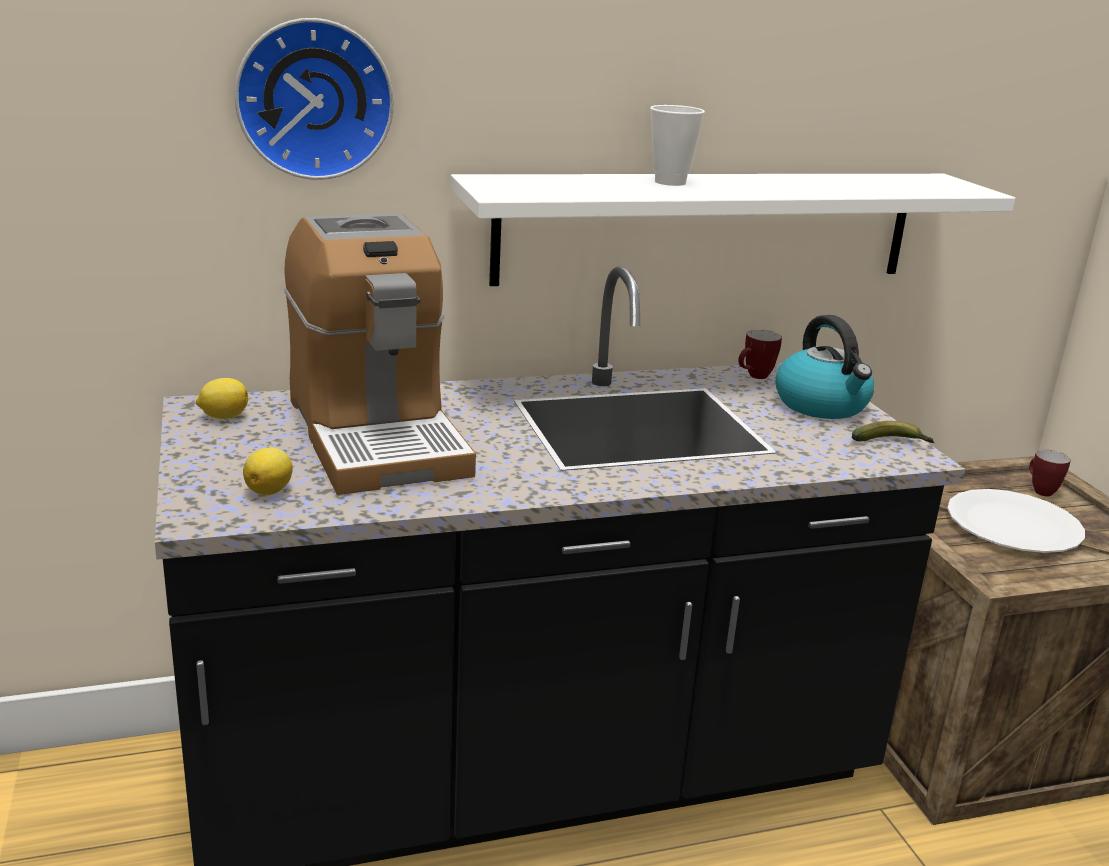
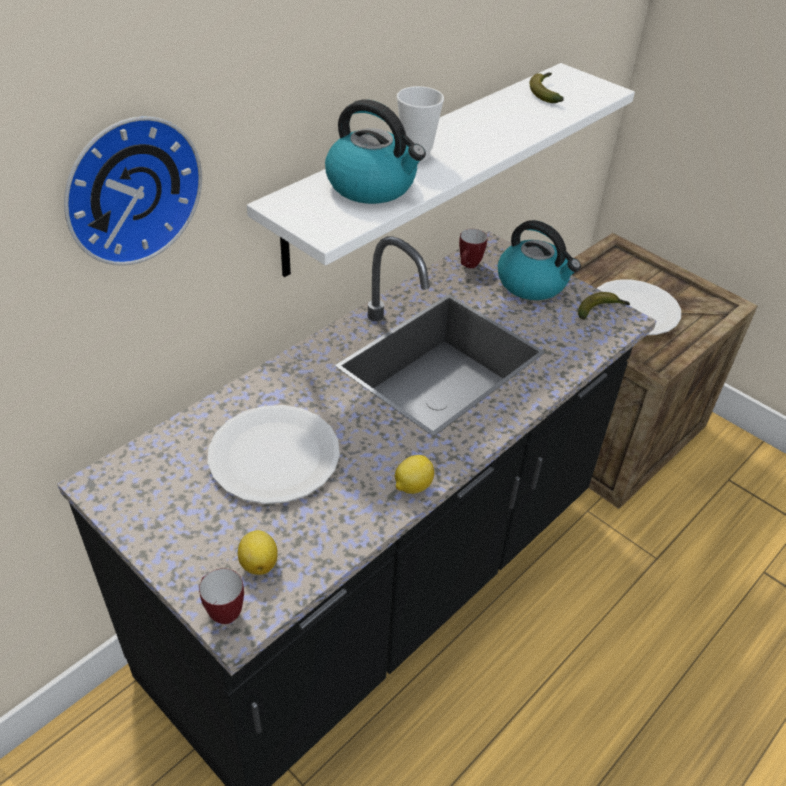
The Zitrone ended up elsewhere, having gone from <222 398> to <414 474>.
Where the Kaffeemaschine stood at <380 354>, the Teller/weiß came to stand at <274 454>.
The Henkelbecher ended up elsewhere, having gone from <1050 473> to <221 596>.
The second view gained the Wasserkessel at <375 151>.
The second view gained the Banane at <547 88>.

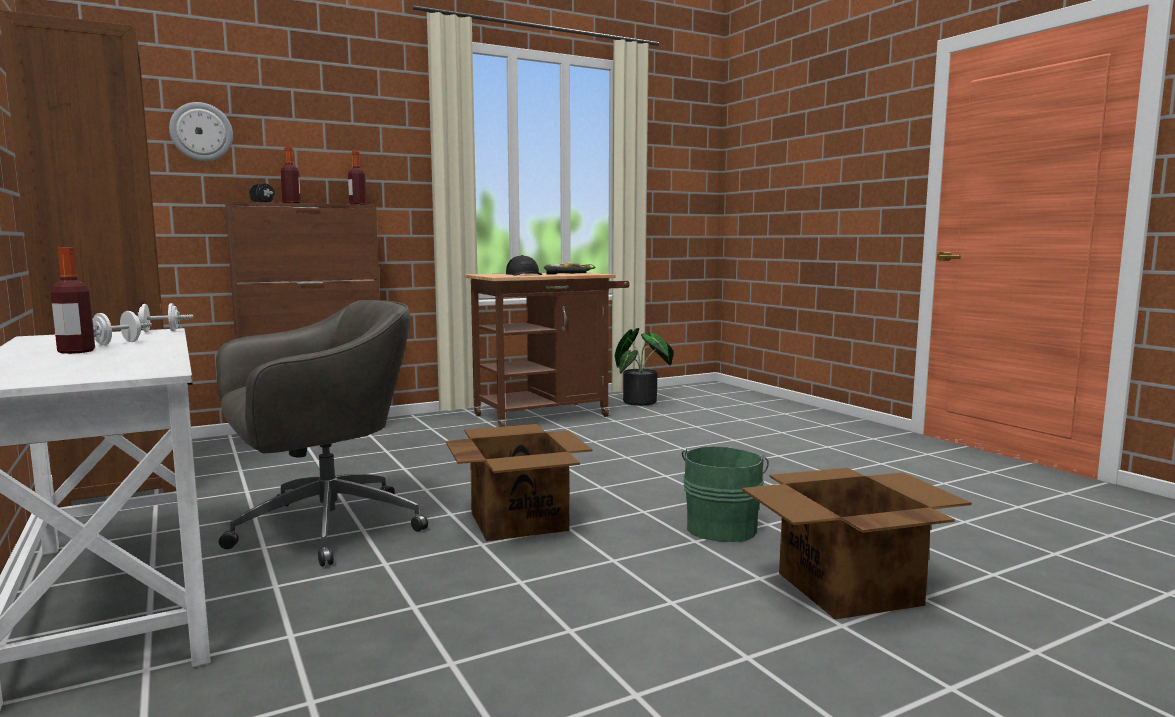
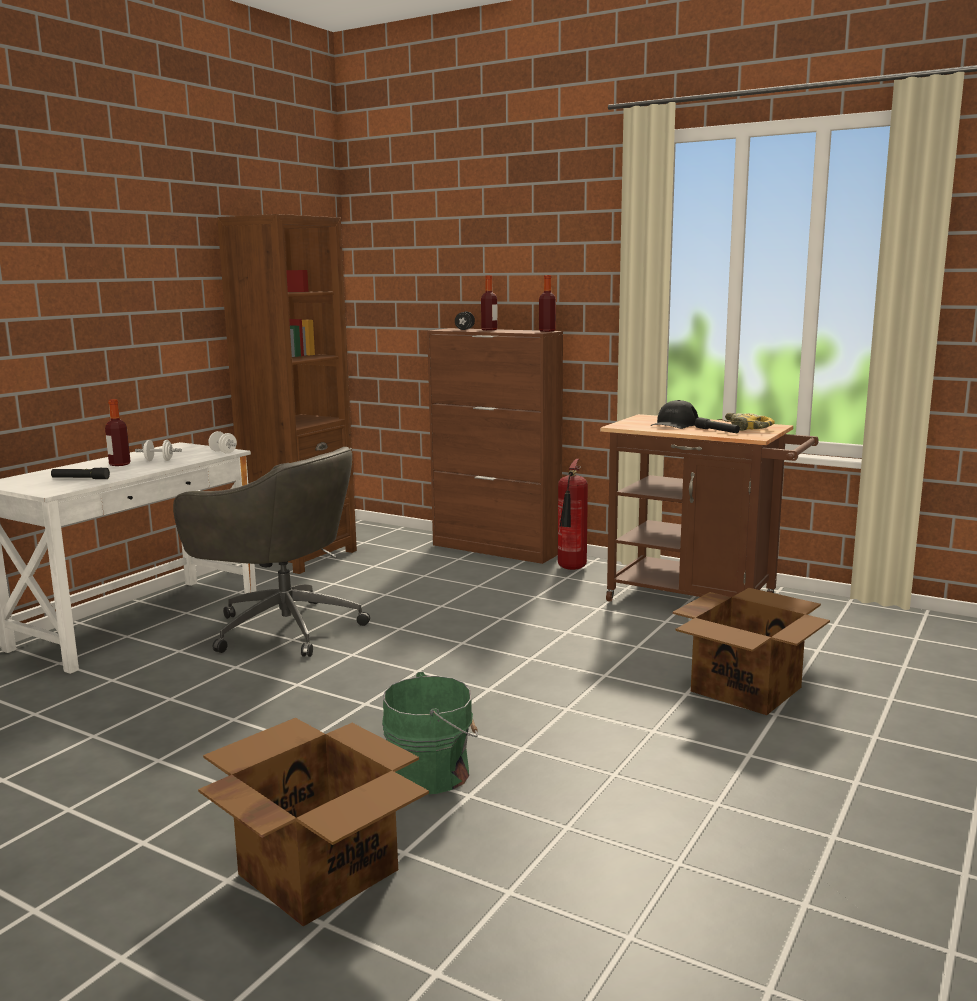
The second view lost the Wanduhr at <201 131>.
The Karton ended up elsewhere, having gone from <519 482> to <751 651>.
The second view lost the Topfpflanze at <644 367>.
The second view gained the Taschenlampe/schwarz at <80 473>.
The second view gained the Feuerlöscher at <573 514>.

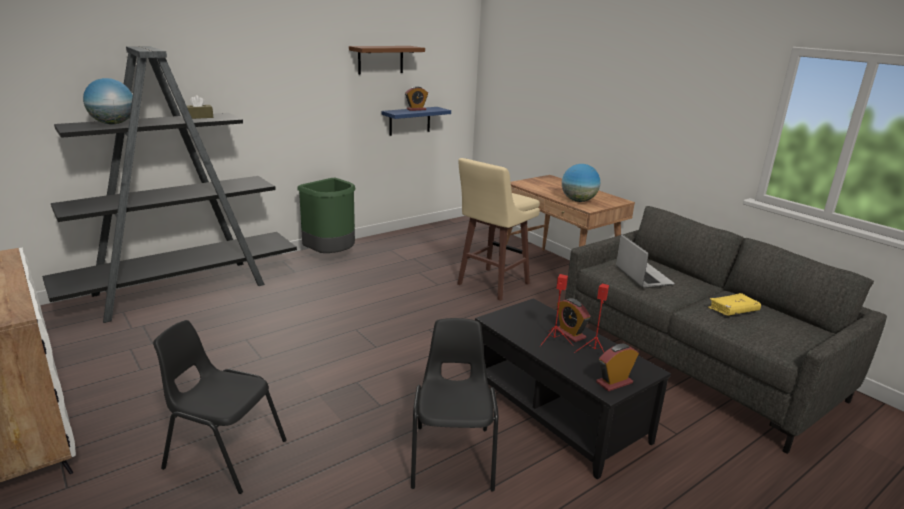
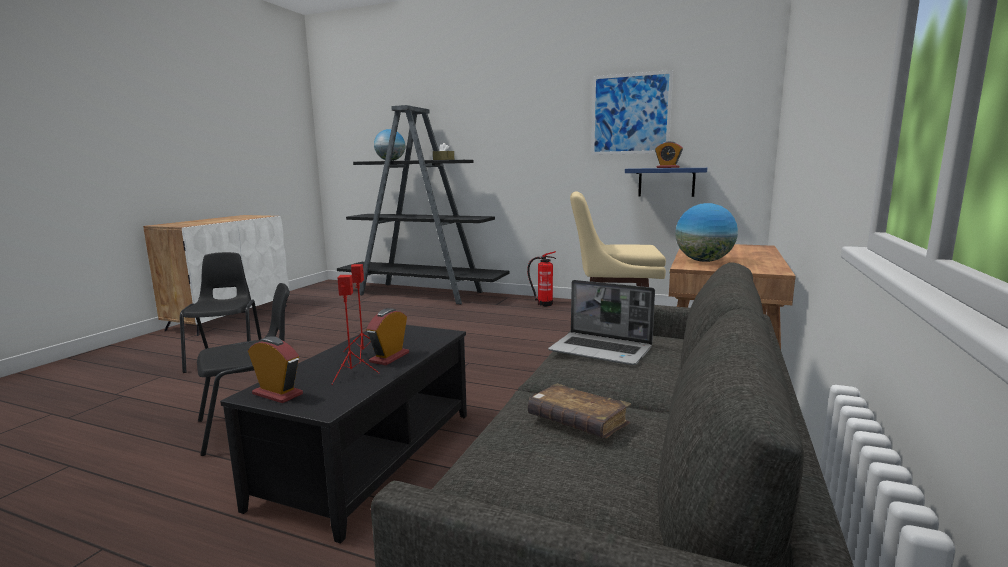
Where the Mülleimer/grün stood at <326 215>, the Feuerlöscher came to stand at <541 278>.
Where the Wandregal/braun hung at <387 60>, the Bild came to hang at <632 112>.
The Laptop at <645 261> ended up facing another way, 75 degrees clockwise from before.
What was the Buch/gelb at <734 304> turned into the Buch/braun at <579 411>.

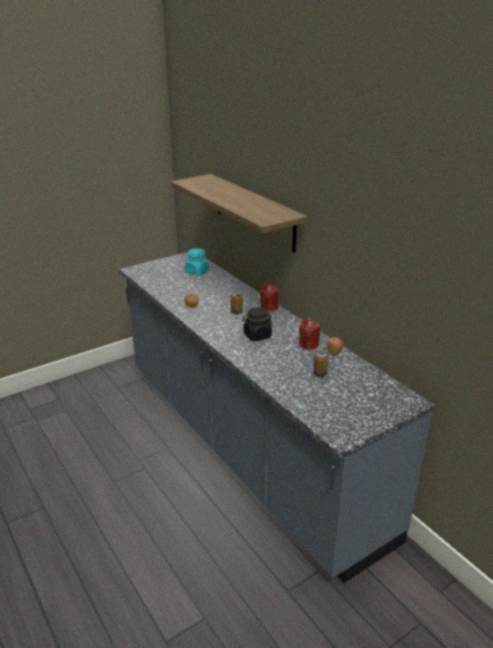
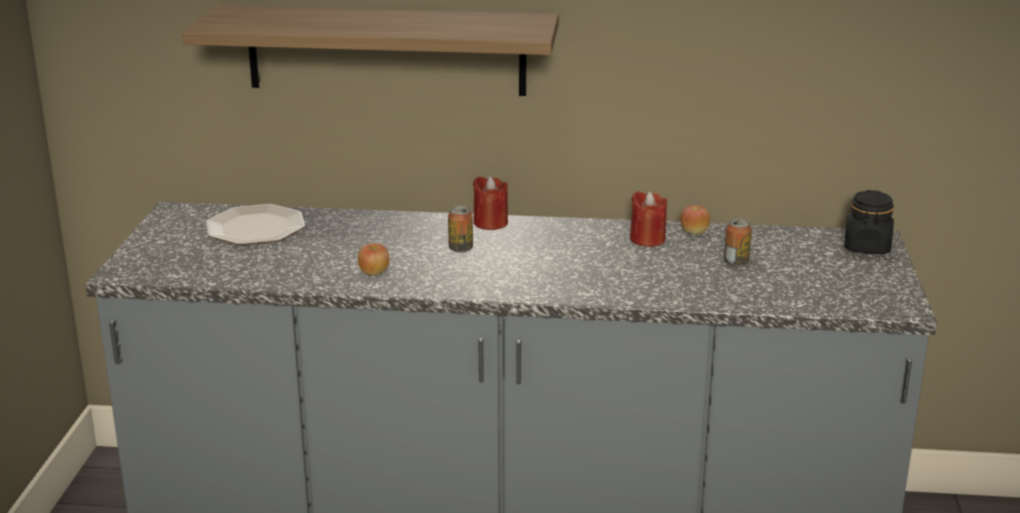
Where the Vorratsglas/türkis stood at <197 262>, the Teller came to stand at <255 224>.
The Vorratsglas/schwarz ended up elsewhere, having gone from <257 324> to <869 222>.

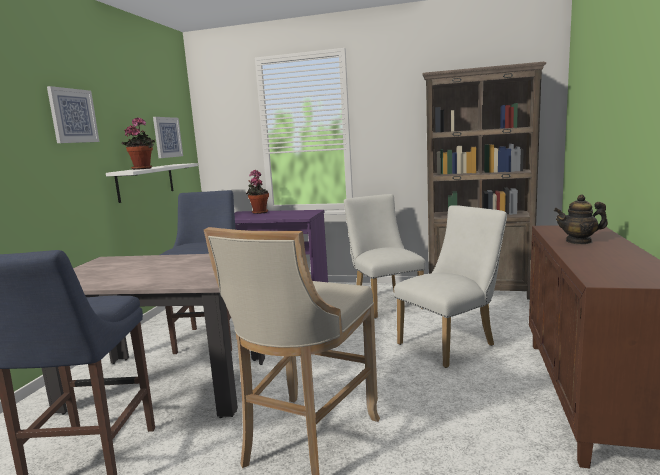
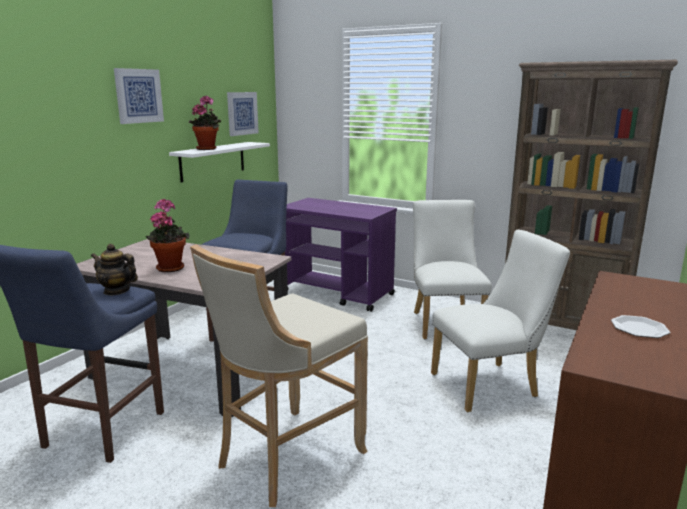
The Topfpflanze ended up elsewhere, having gone from <257 192> to <167 235>.
The Teekanne ended up elsewhere, having gone from <581 219> to <114 269>.
The second view gained the Teller at <640 326>.

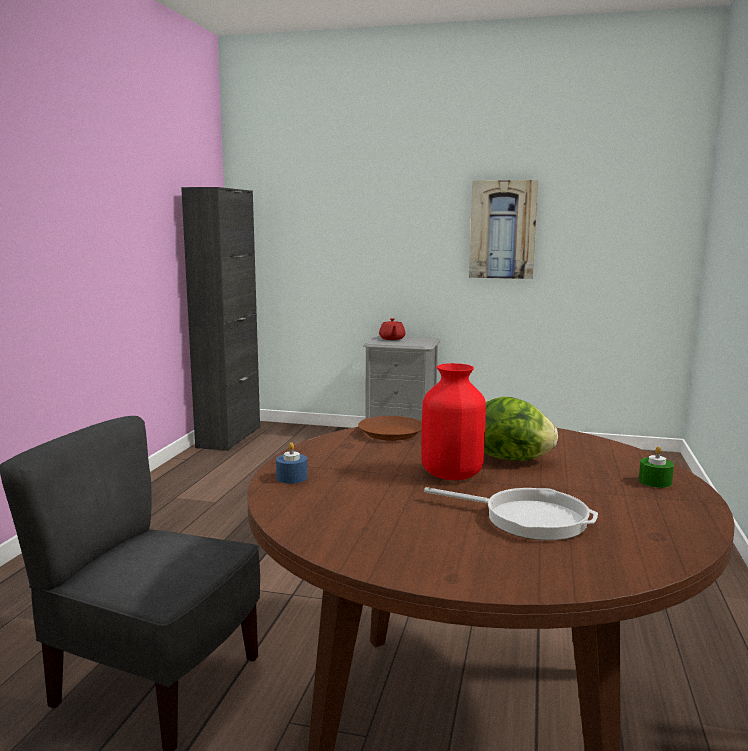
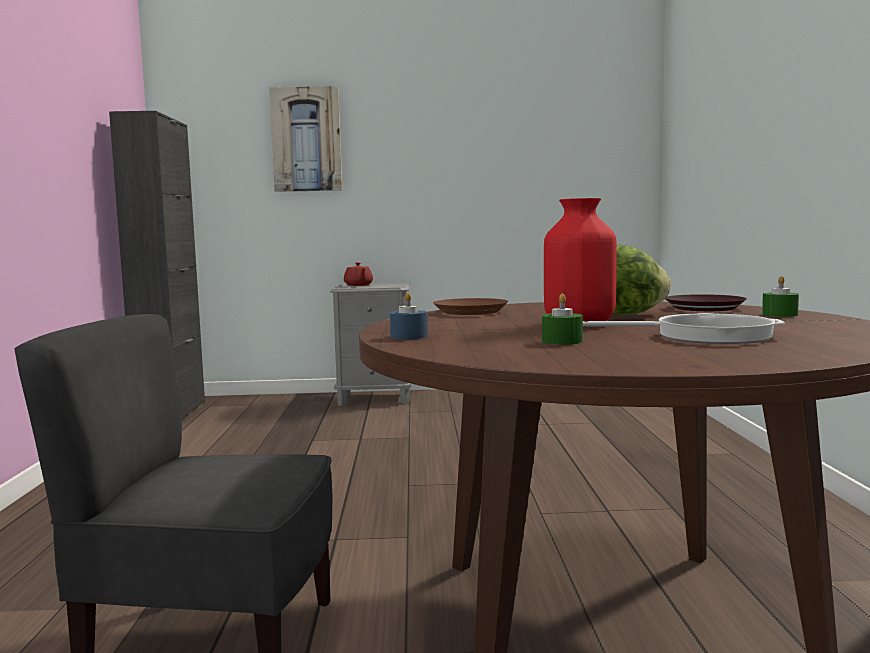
The Bild ended up elsewhere, having gone from <503 229> to <305 139>.
The second view gained the Kerze/grün at <562 319>.
The second view gained the Teller/braun at <706 302>.

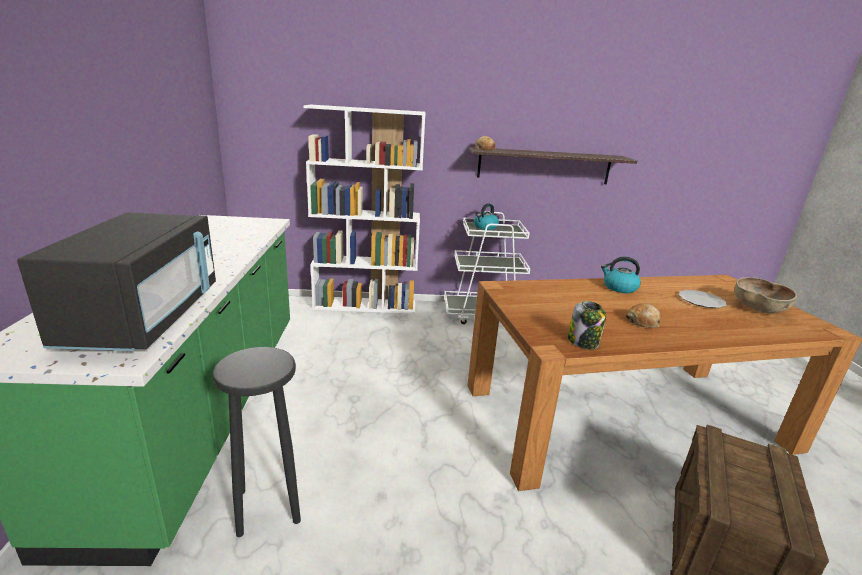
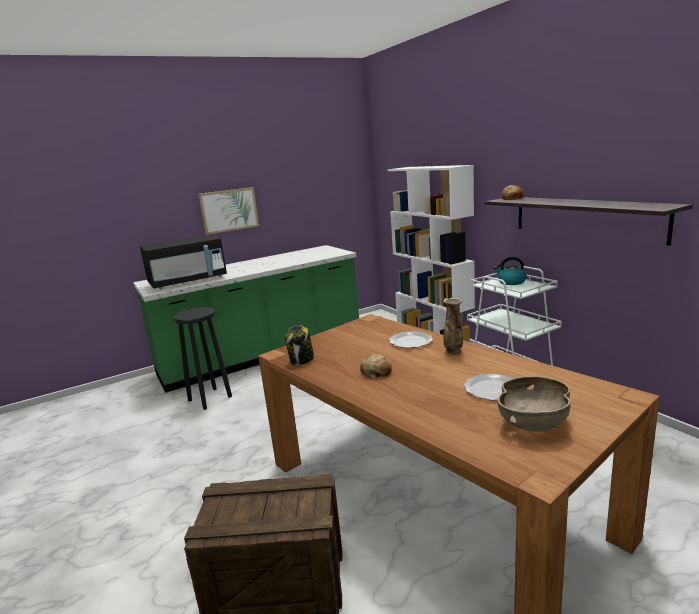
Where the Wasserkessel stood at <621 275>, the Vase came to stand at <453 326>.
The second view gained the Bild at <228 211>.
The second view gained the Teller at <411 339>.

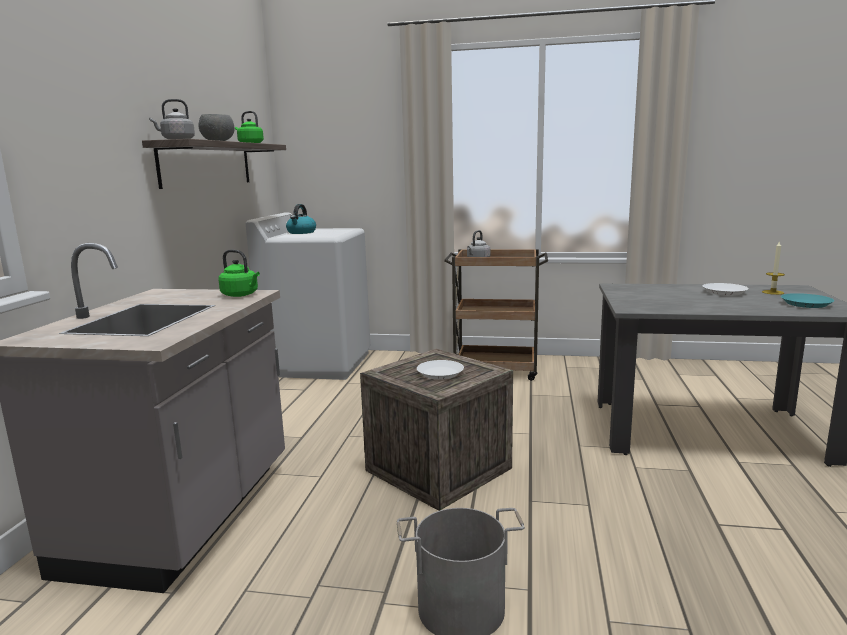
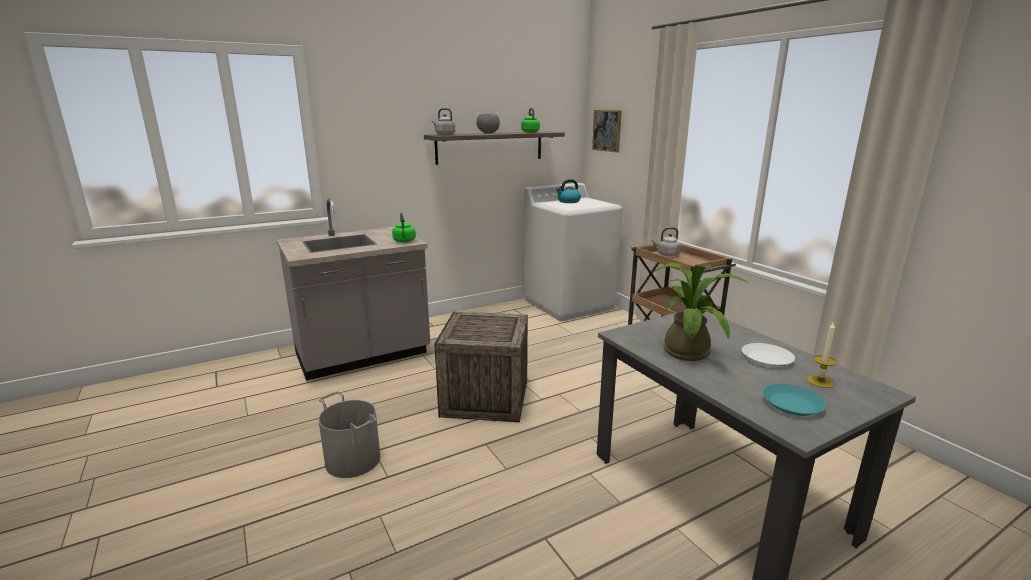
The second view lost the Teller/weiß at <440 369>.
The second view gained the Bild at <607 131>.
The second view gained the Topfpflanze at <700 311>.

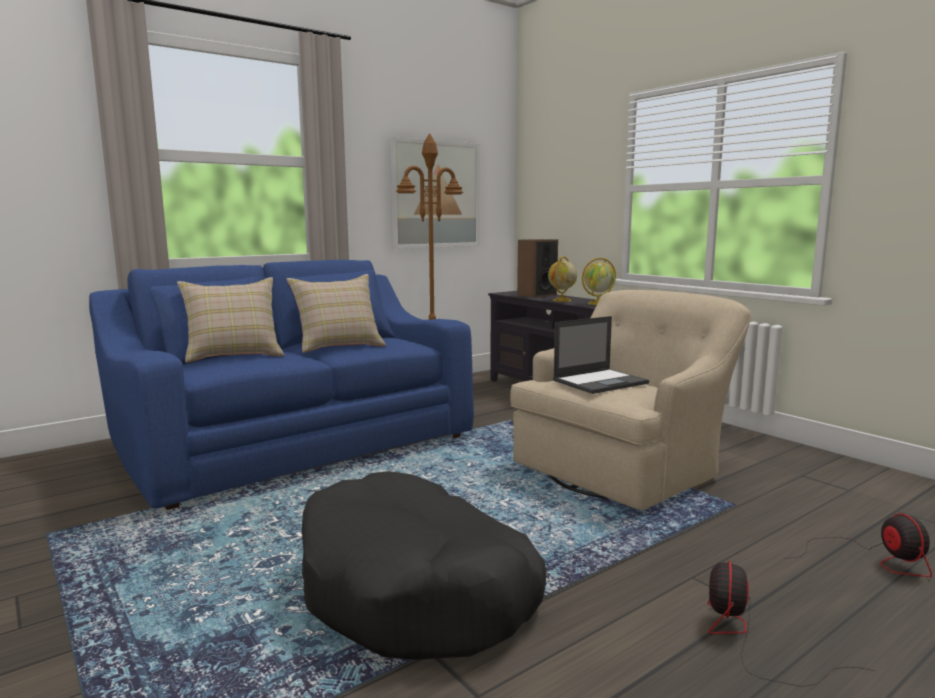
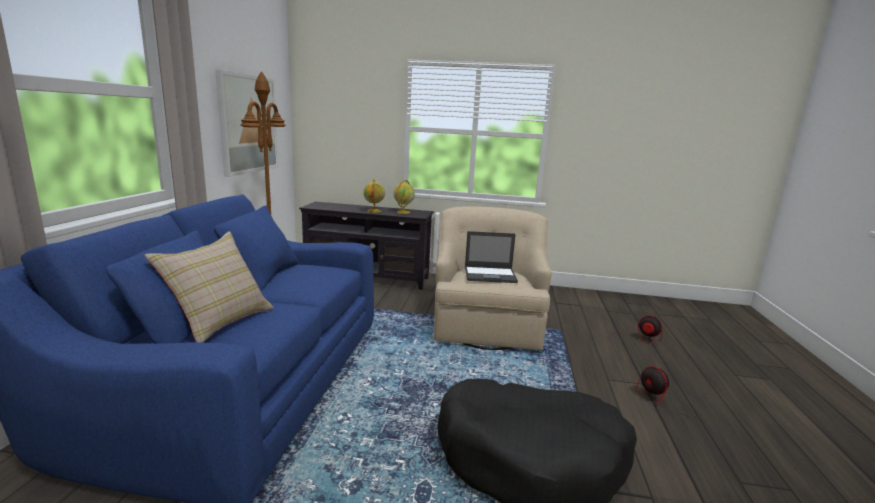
The second view lost the Kissen/beige at <336 313>.
The second view lost the Lautsprecher at <537 268>.
The Laptop at <601 355> ended up facing another way, 75 degrees clockwise from before.

